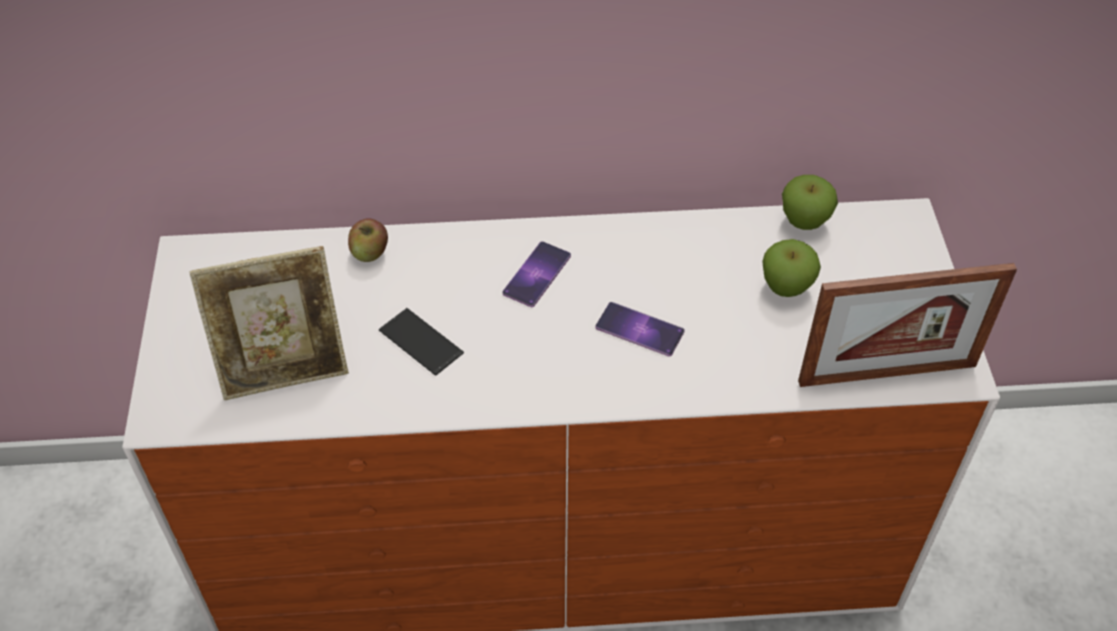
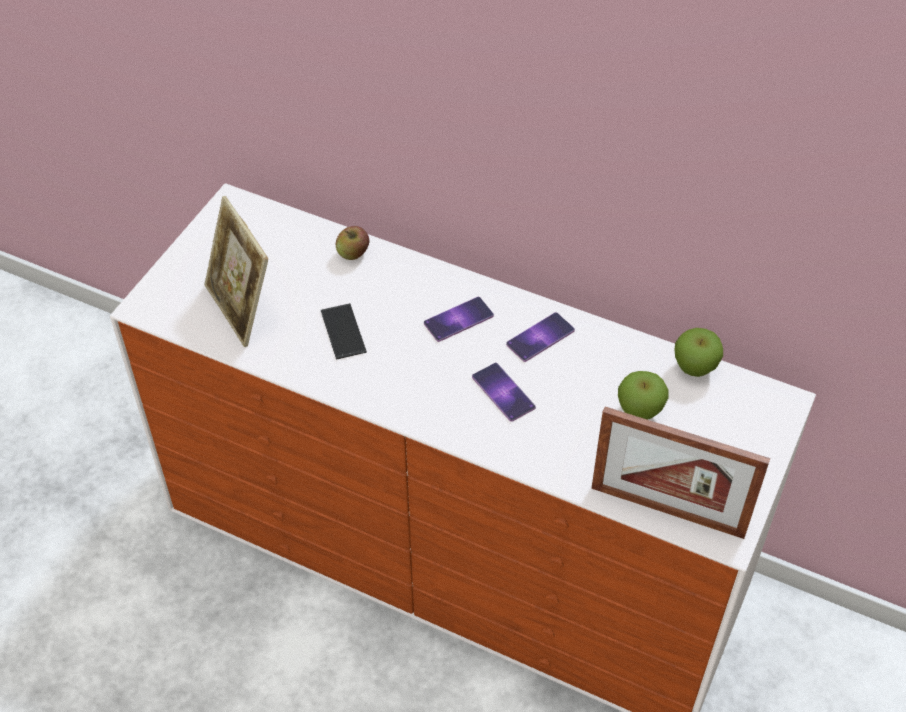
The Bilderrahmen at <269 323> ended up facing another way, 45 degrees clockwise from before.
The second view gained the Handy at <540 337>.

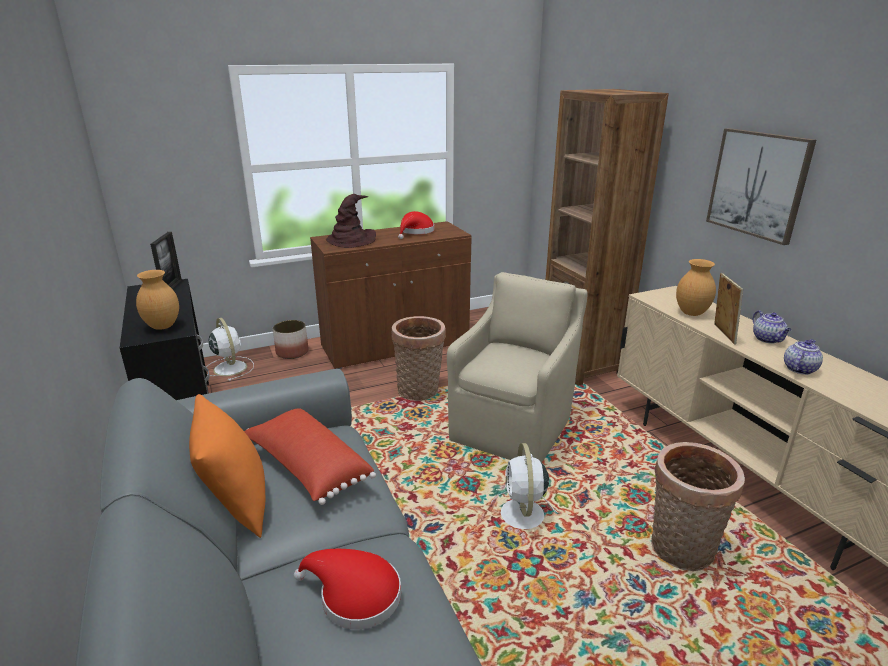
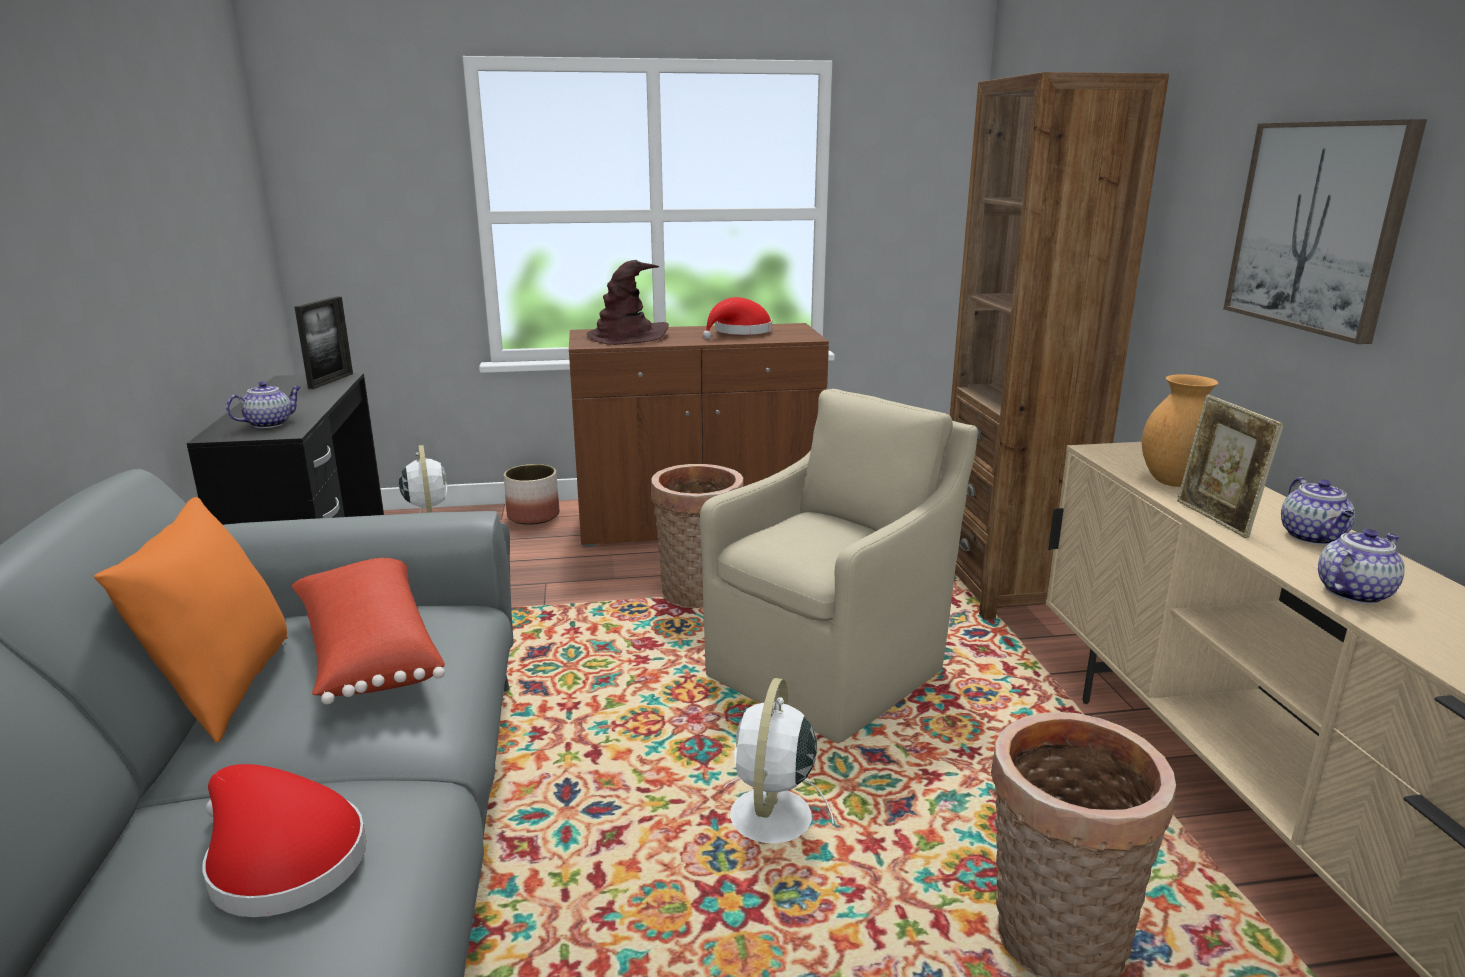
Where the Vase/braun stood at <157 300>, the Teekanne came to stand at <263 404>.
The Bilderrahmen at <728 309> ended up facing another way, 150 degrees clockwise from before.

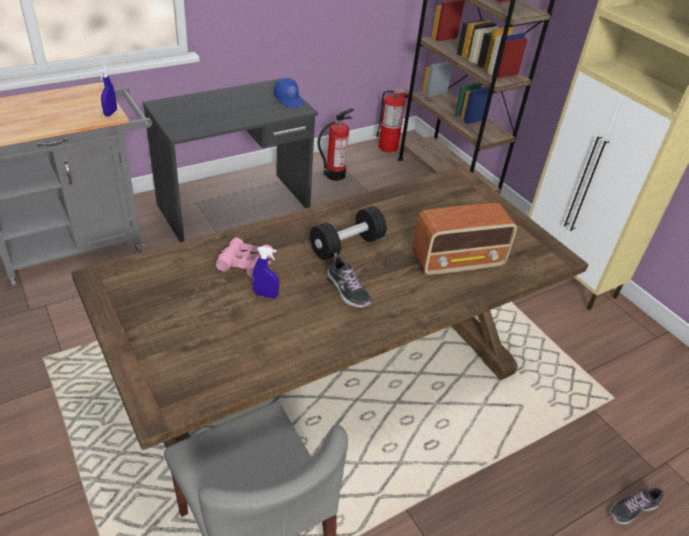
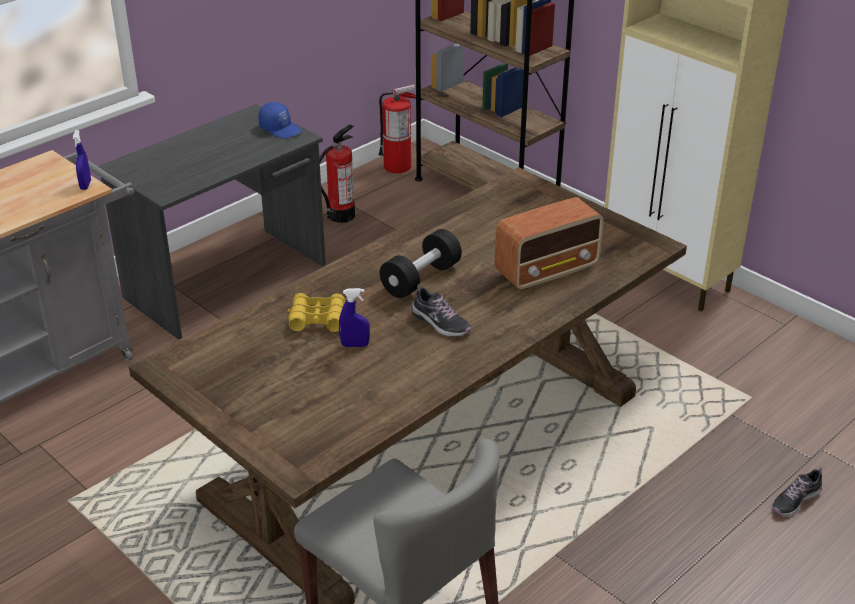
What was the Fernglas/rosa at <244 258> turned into the Fernglas/gelb at <316 312>.

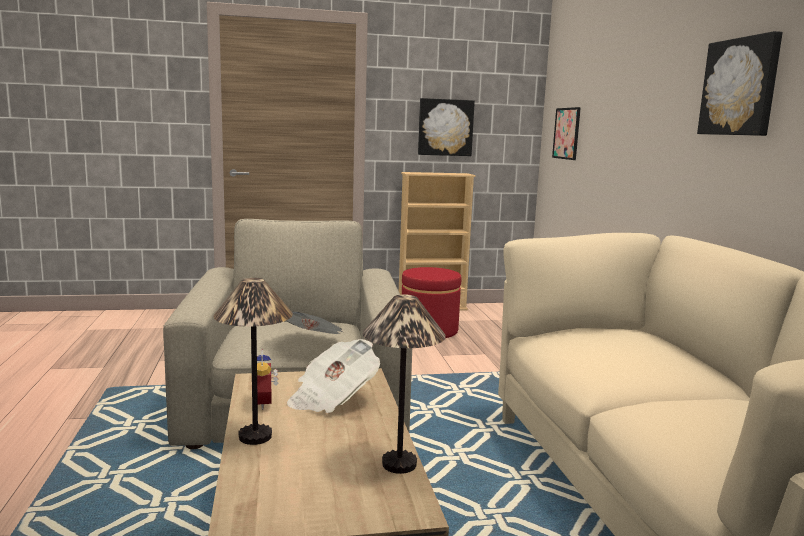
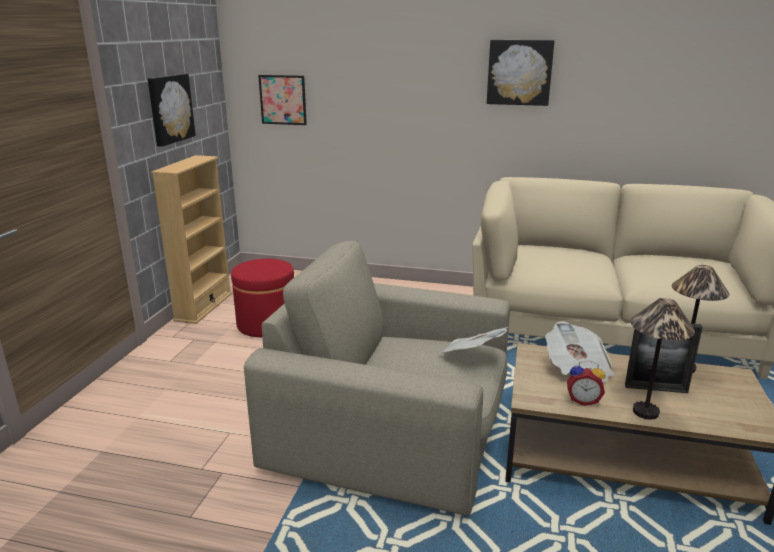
The second view gained the Bilderrahmen at <664 358>.

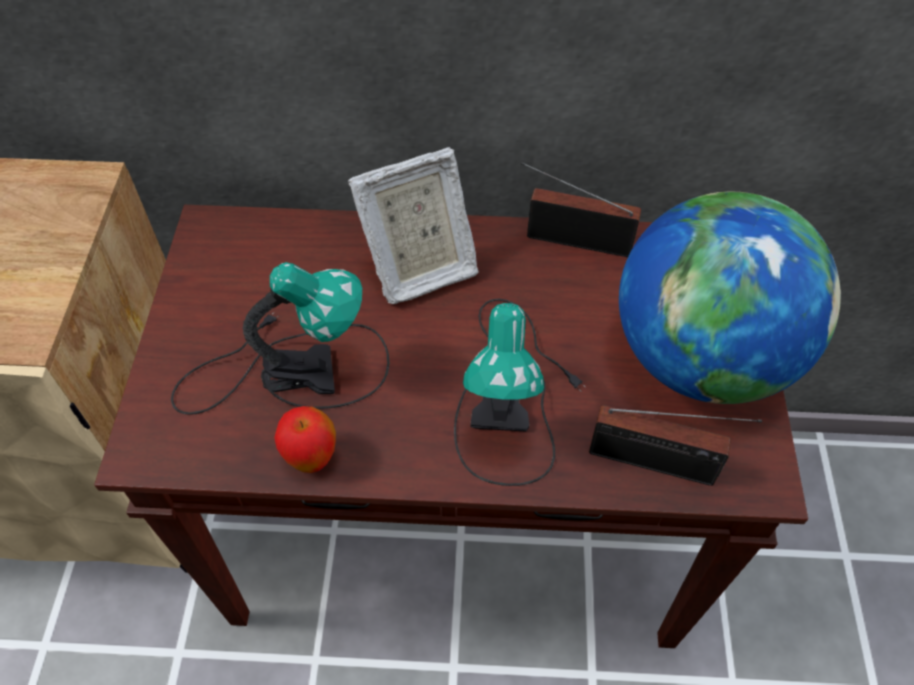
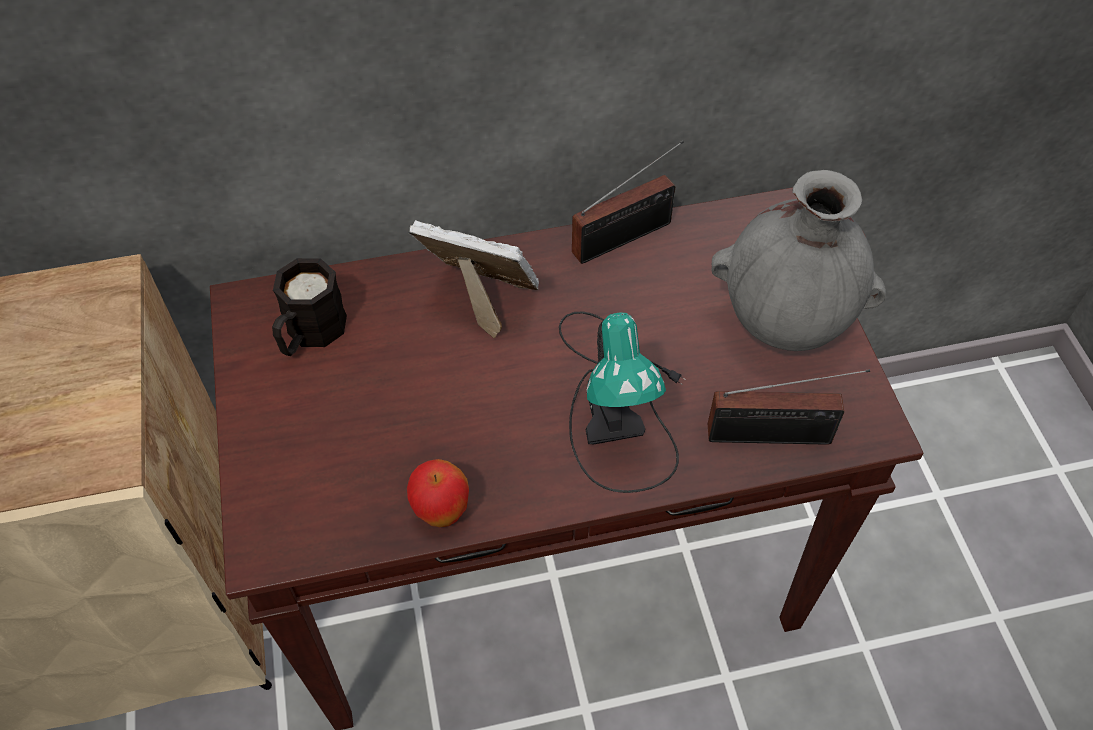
The second view lost the Tischlampe at <280 338>.
The Bilderrahmen at <413 225> ended up facing another way, 120 degrees counterclockwise from before.
The Radio at <581 209> ended up facing another way, 150 degrees clockwise from before.
Where the Globus stood at <730 298>, the Vase/grau came to stand at <799 260>.
The second view gained the Henkelbecher/schwarz at <309 307>.

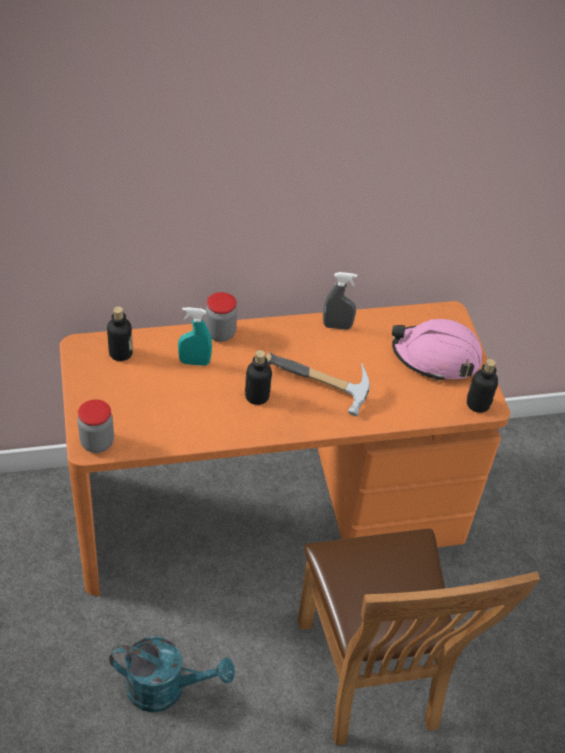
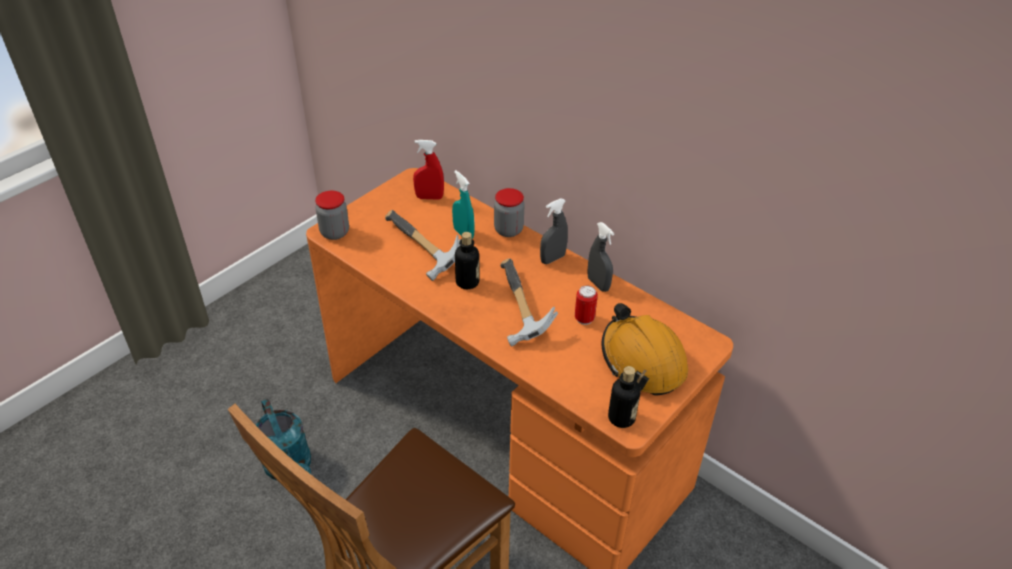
Where the Flasche stood at <120 333>, the Sprühflasche/rot came to stand at <428 170>.
What was the Schutzhelm/rosa at <437 350> turned into the Schutzhelm/orange at <645 349>.
The second view gained the Hammer at <423 245>.
The second view gained the Sprühflasche/grau at <554 231>.
The second view gained the Dose at <586 305>.

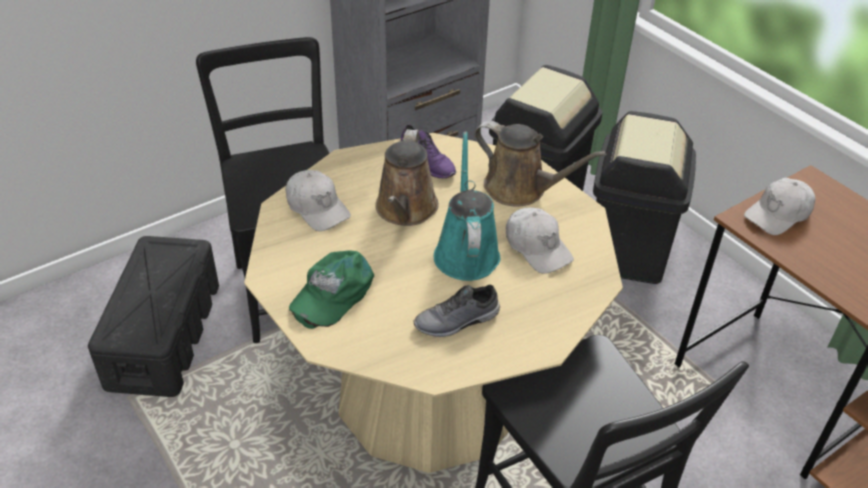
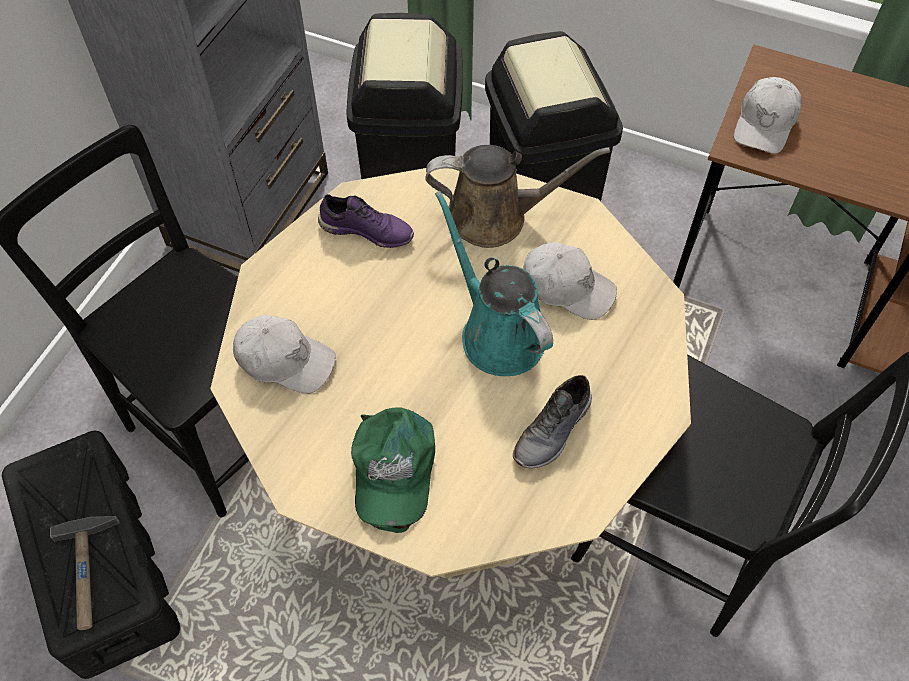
The second view lost the Gießkanne/braun at <407 177>.
The second view gained the Hammer at <85 573>.

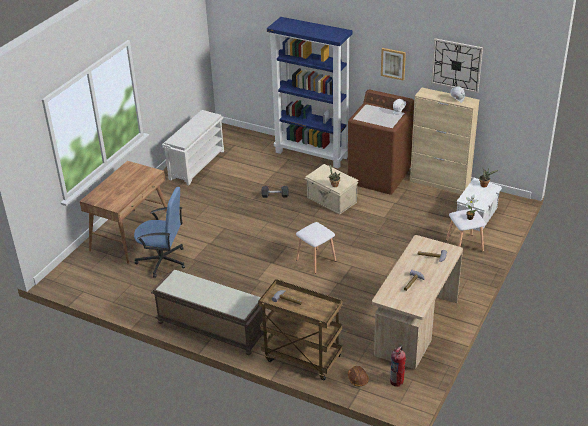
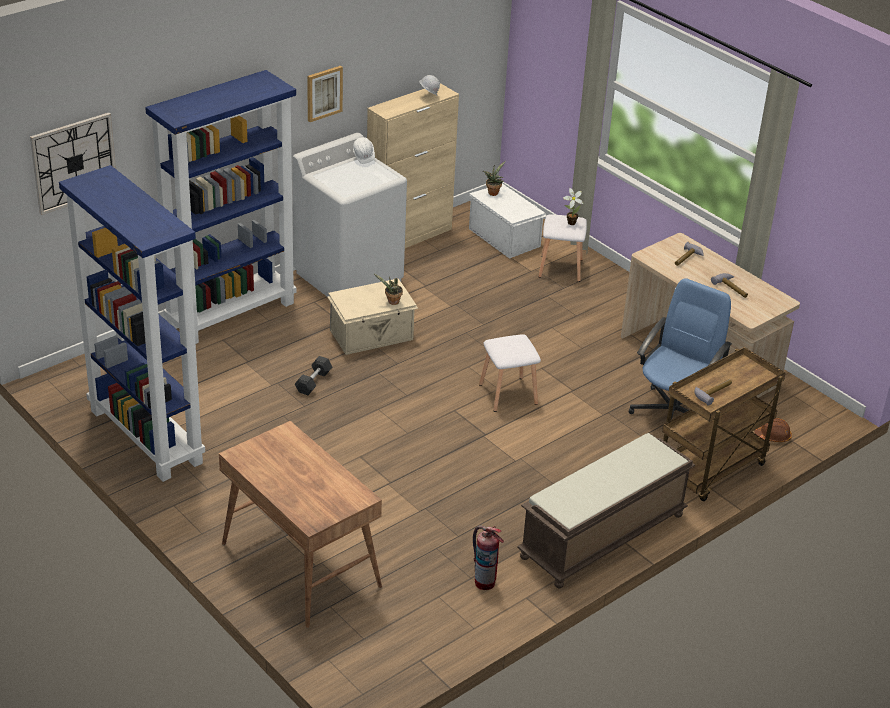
The Bürostuhl/blau ended up elsewhere, having gone from <159 232> to <680 357>.
Where the Schuhregal/weiß stood at <193 147>, the Bücherregal/blau came to stand at <132 323>.
What was the Waschmaschine/braun at <381 142> turned into the Waschmaschine/weiß at <350 215>.
The Feuerlöscher ended up elsewhere, having gone from <398 366> to <488 557>.
The Wanduhr ended up elsewhere, having gone from <457 65> to <73 164>.

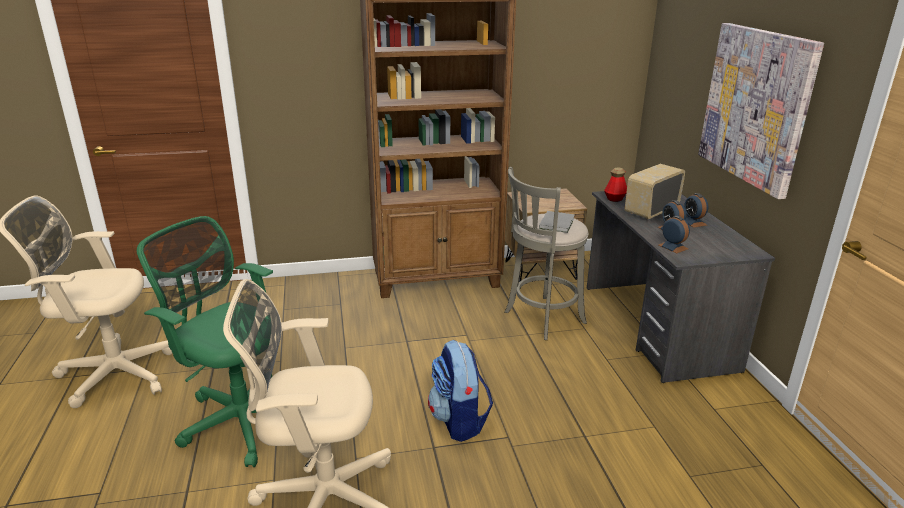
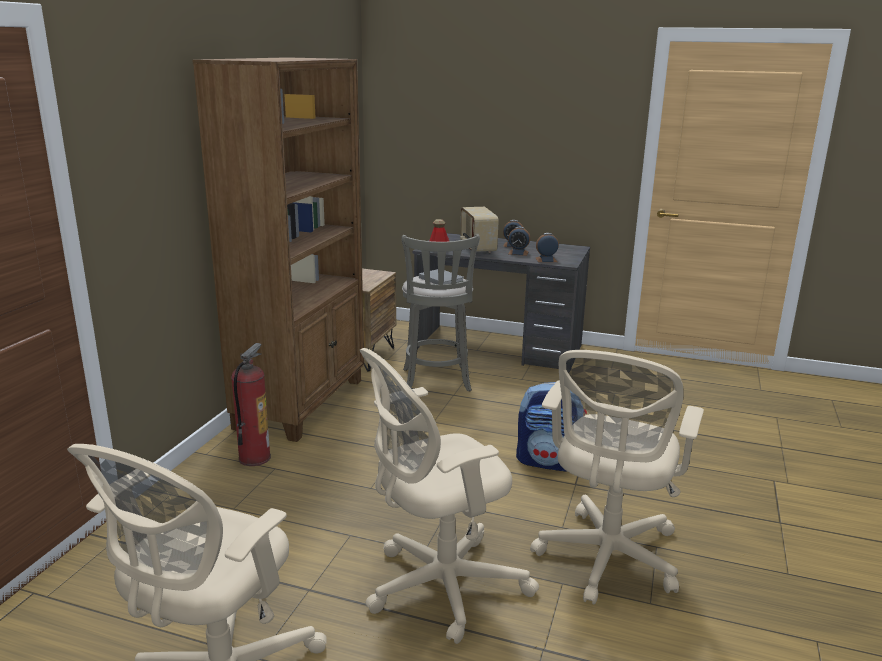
What was the Bürostuhl/grün at <205 341> turned into the Bürostuhl/beige at <449 496>.
The second view lost the Bild at <761 111>.
The second view gained the Feuerlöscher at <251 404>.

